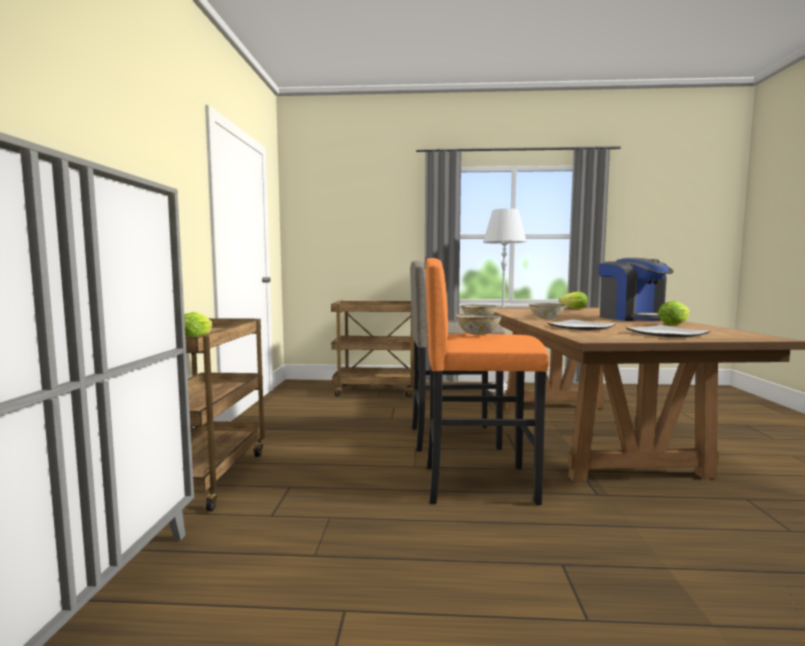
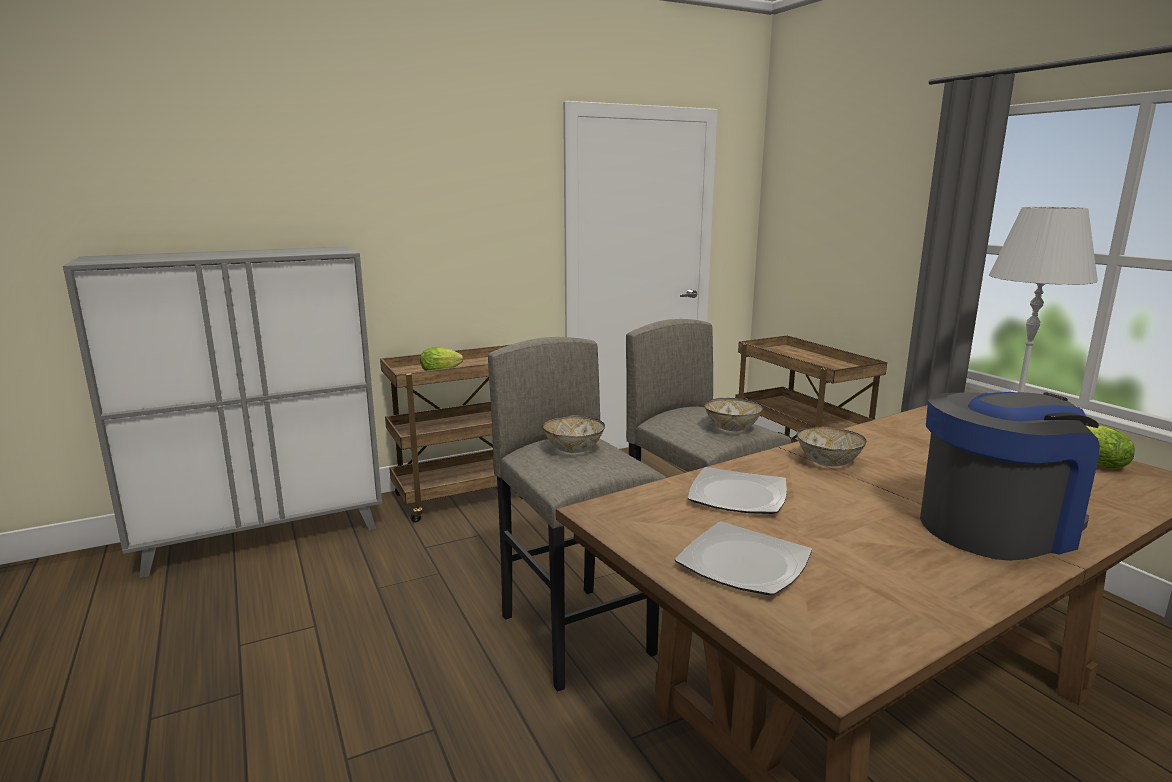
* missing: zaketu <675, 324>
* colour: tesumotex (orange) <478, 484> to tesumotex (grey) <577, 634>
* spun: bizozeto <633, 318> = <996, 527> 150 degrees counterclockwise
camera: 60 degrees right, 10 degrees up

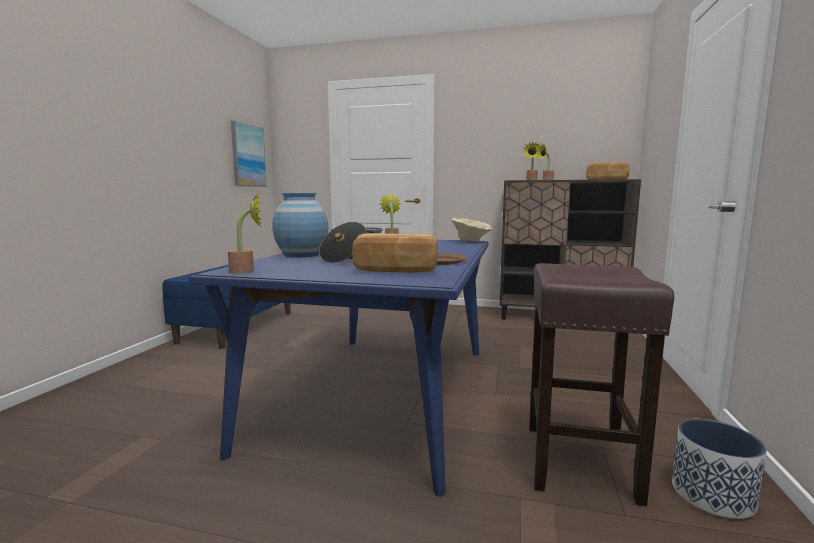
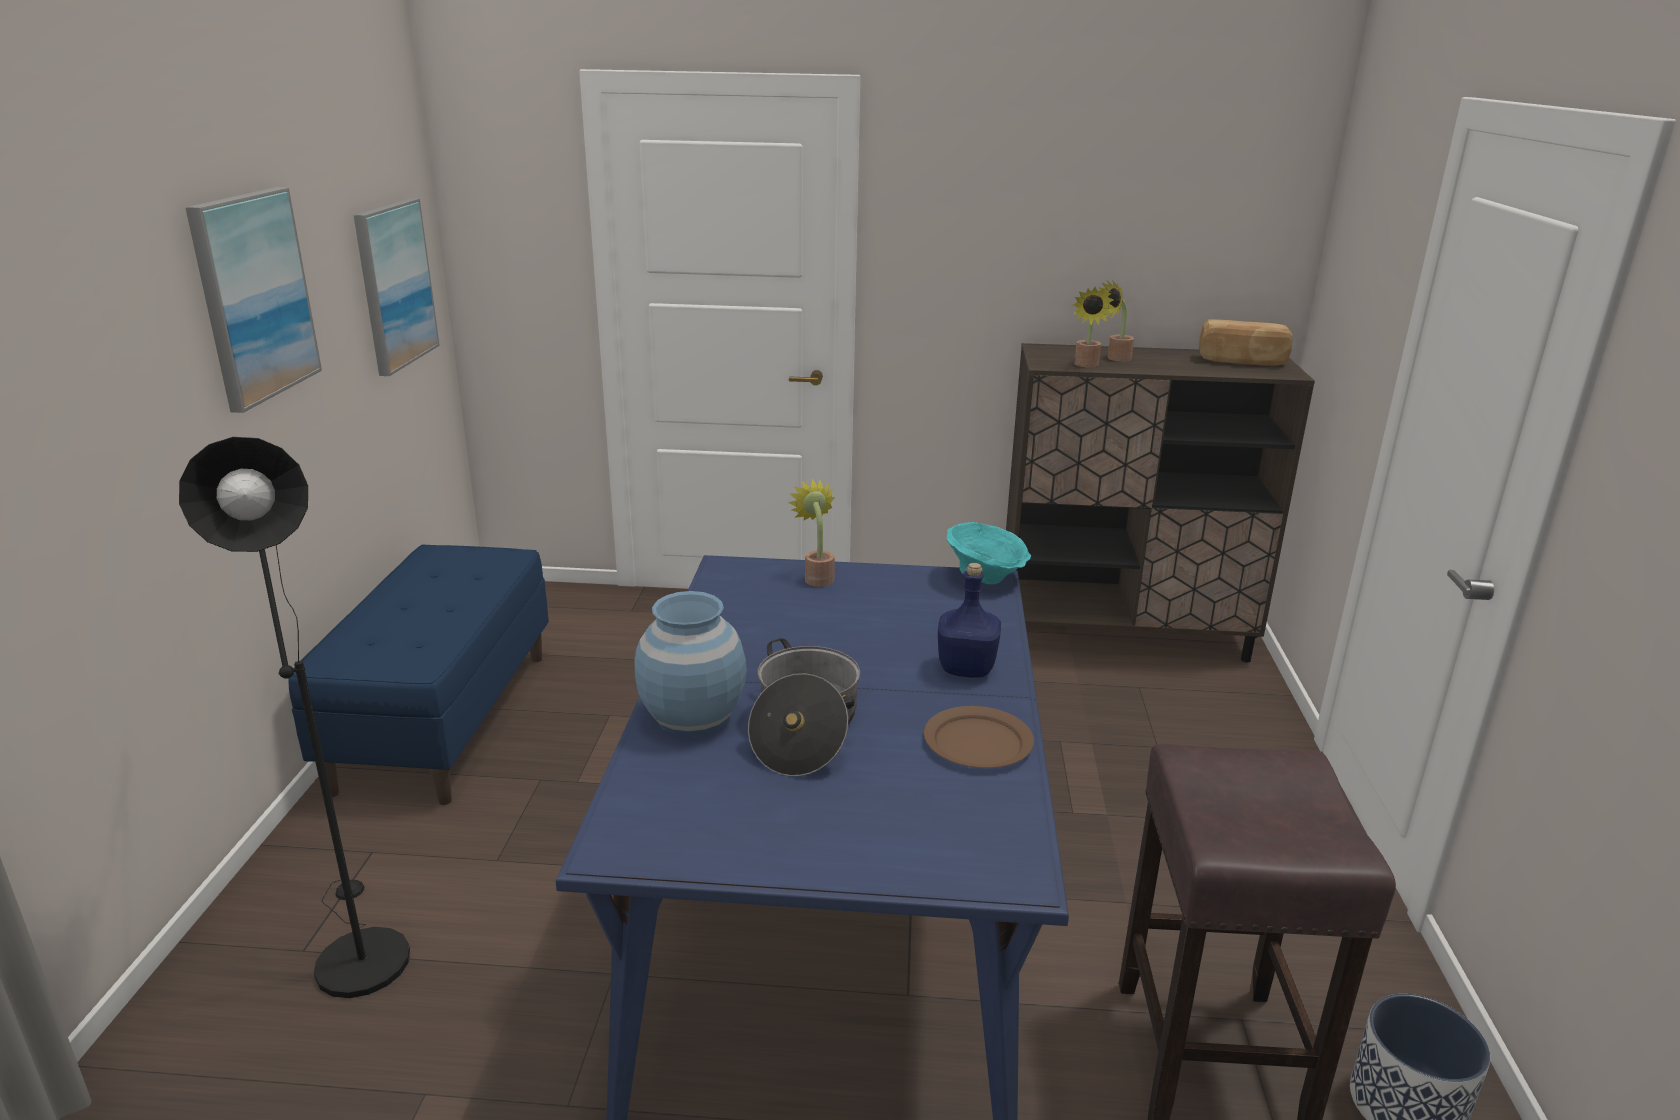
* missing: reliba <247, 271>
* missing: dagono <395, 271>
* appeared: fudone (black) <357, 952>
* appeared: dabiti <253, 296>
* appeared: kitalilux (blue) <966, 670>
* colour: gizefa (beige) <471, 241> to gizefa (turquoise) <985, 578>
camera: 10 degrees left, 15 degrees up

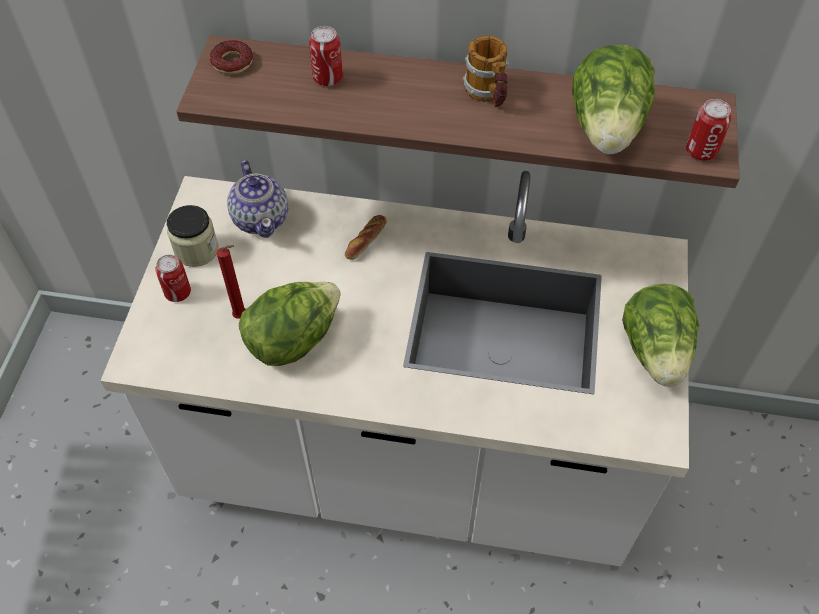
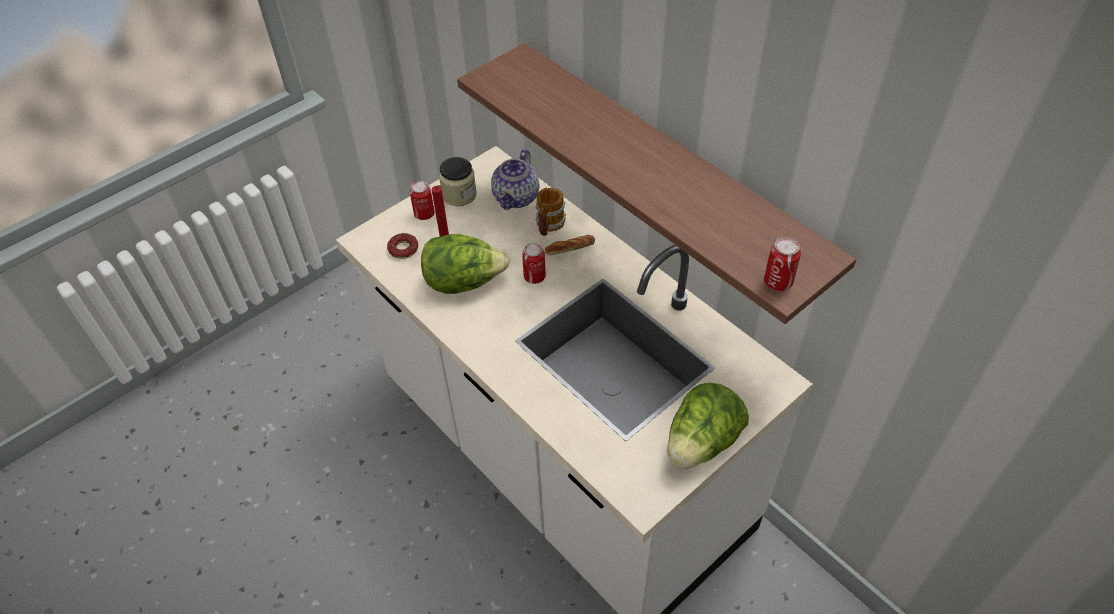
* missing: zaketu <607, 129>
* relocated: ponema <232, 62> to <403, 249>
* relocated: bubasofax <328, 78> to <534, 277>
* relocated: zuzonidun <488, 94> to <548, 226>
camera: 40 degrees right, 5 degrees down

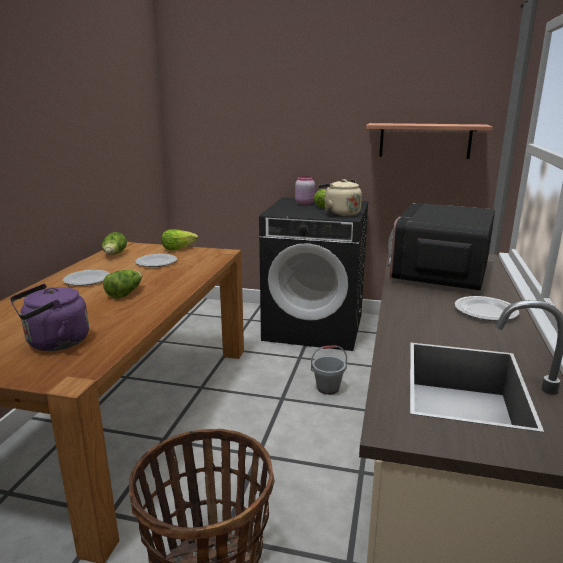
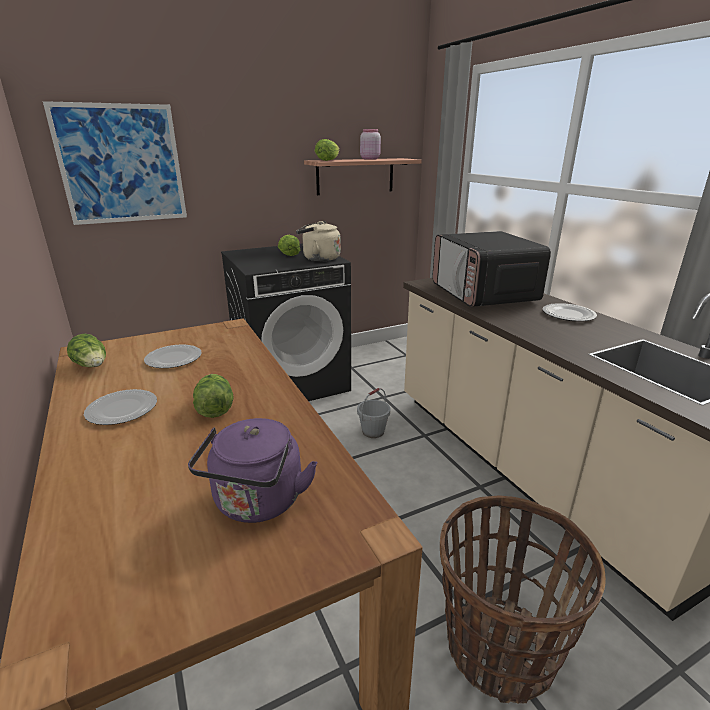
* appeared: dabiti <121, 164>
* relocated: zaketu <178, 248> to <328, 160>
* relocated: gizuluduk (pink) <304, 203> to <369, 159>
camera: 40 degrees left, 5 degrees up

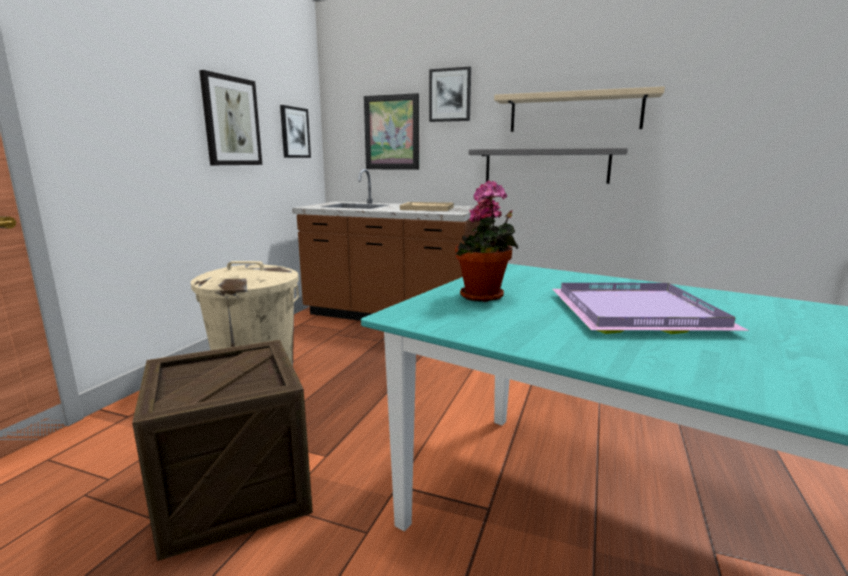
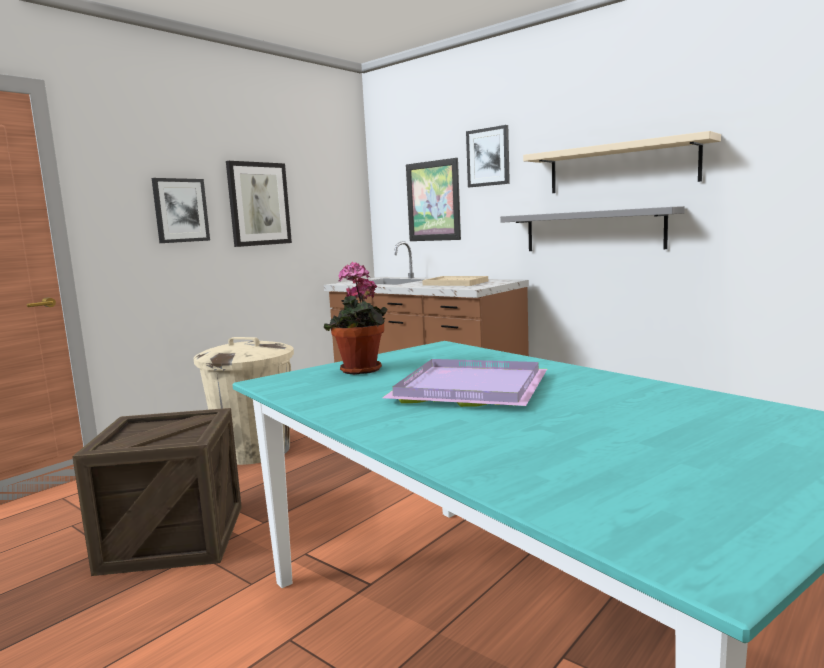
* relocated: dabiti <294, 132> to <180, 210>
camera: 20 degrees right, 5 degrees down

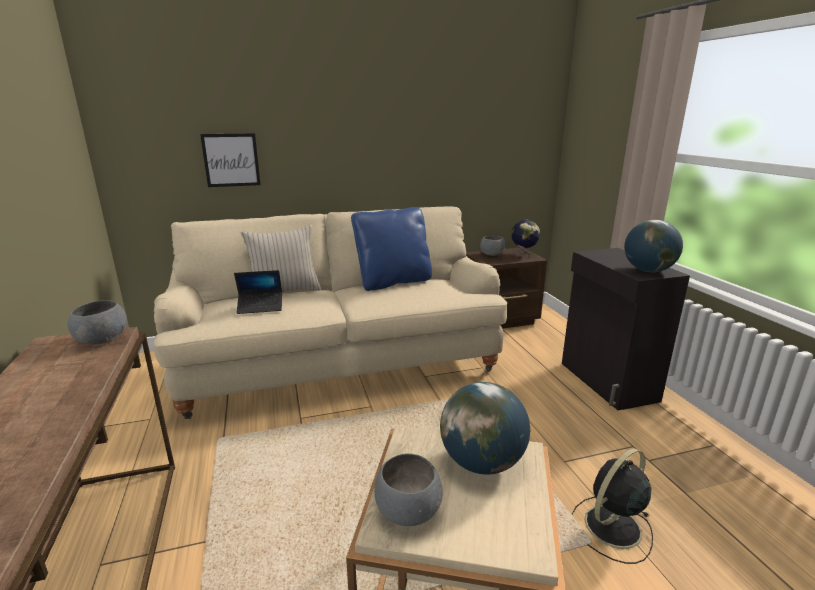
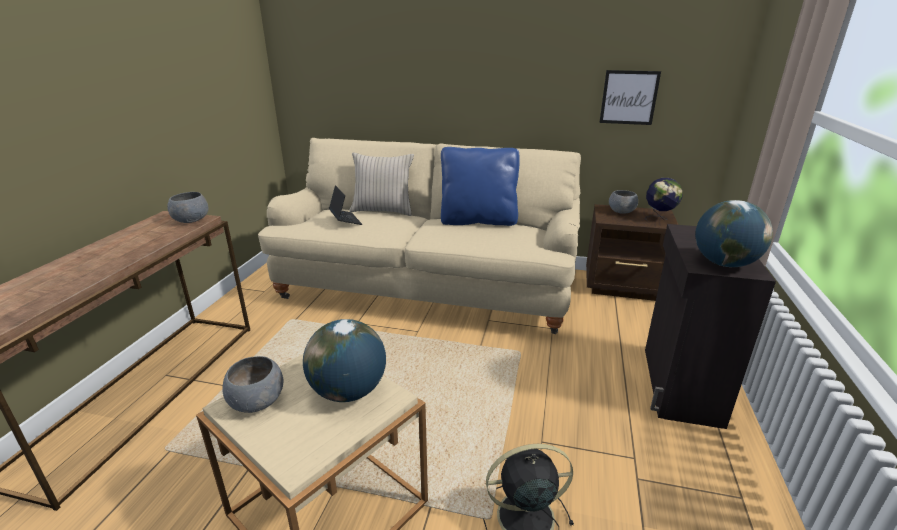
* relocated: dabiti <231, 160> to <629, 97>
* spun: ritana <260, 307> = <345, 220> 135 degrees counterclockwise
camera: 30 degrees right, 5 degrees up

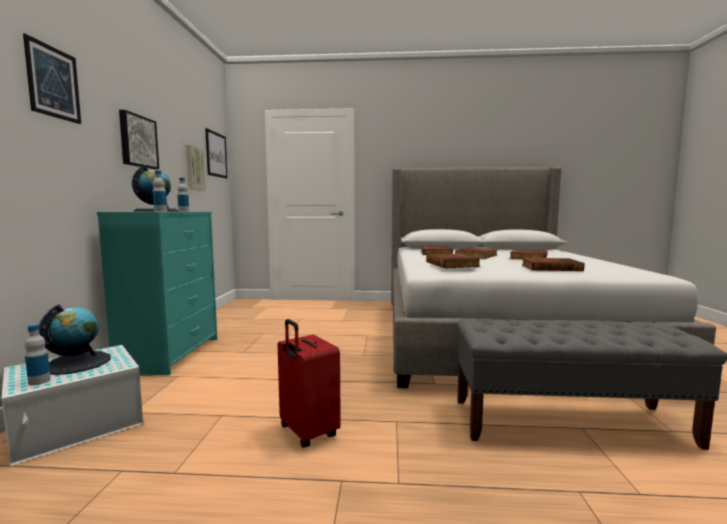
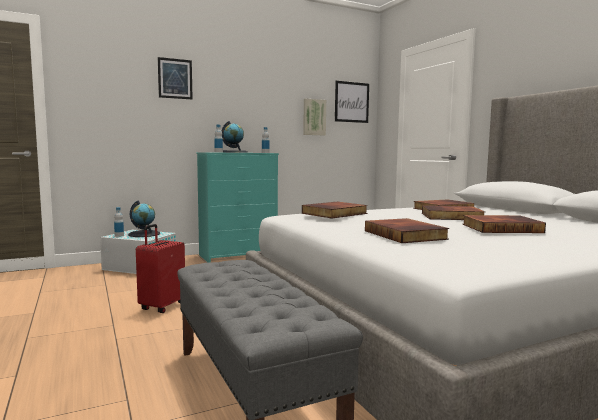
* missing: dabiti <137, 141>
camera: 60 degrees right, 0 degrees up

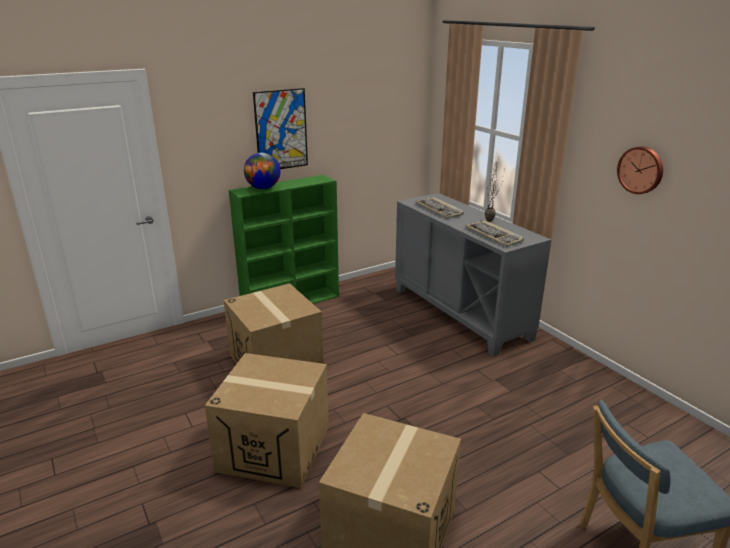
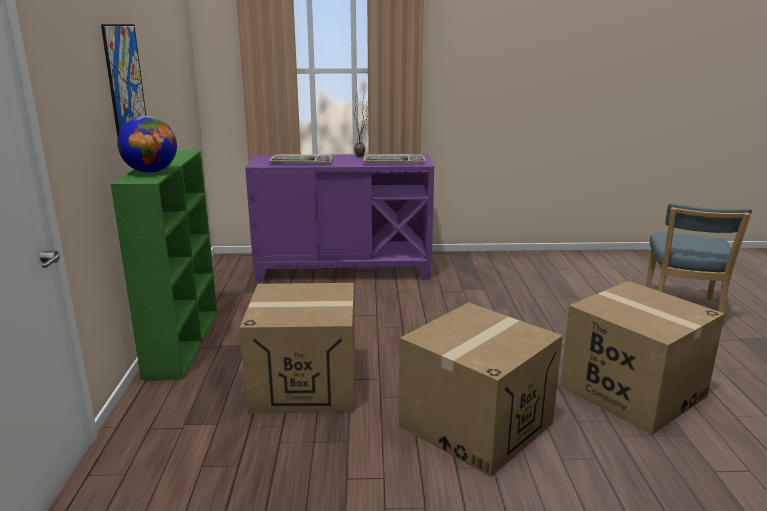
* missing: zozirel <641, 170>
* colour: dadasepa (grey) <460, 313> to dadasepa (purple) <344, 269>
camera: 60 degrees left, 5 degrees down

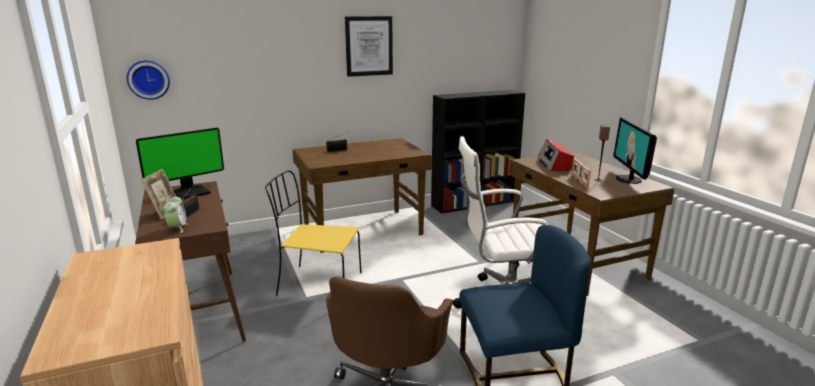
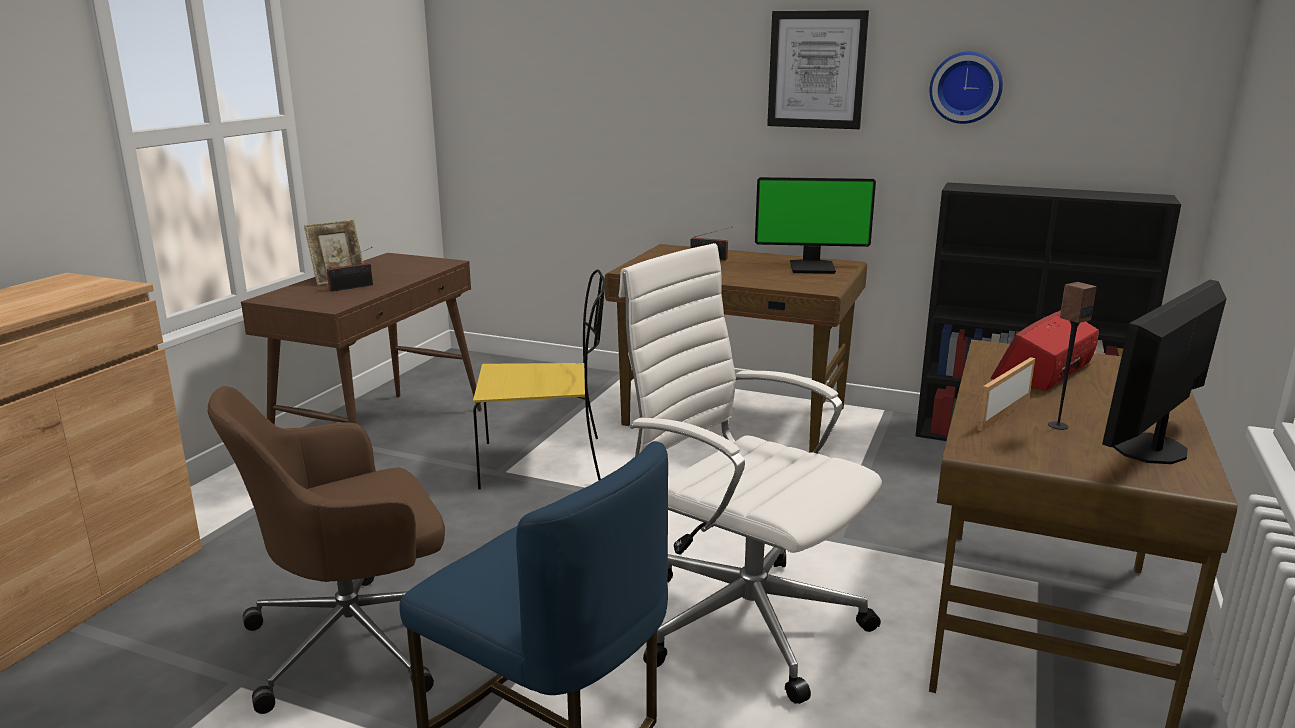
* missing: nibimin <177, 228>
* relocated: zozirel <148, 79> to <966, 87>
* relocated: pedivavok <191, 192> to <812, 267>
* spun: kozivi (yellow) <318, 284> = <545, 462> 120 degrees clockwise
camera: 45 degrees right, 0 degrees up

